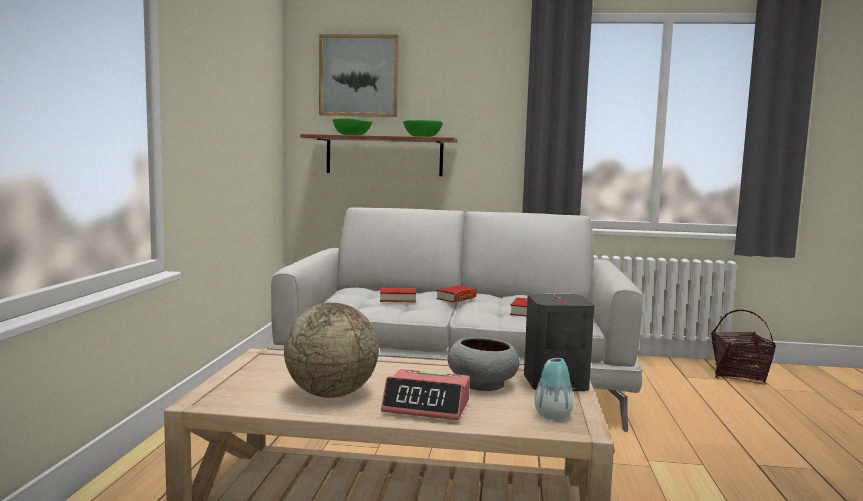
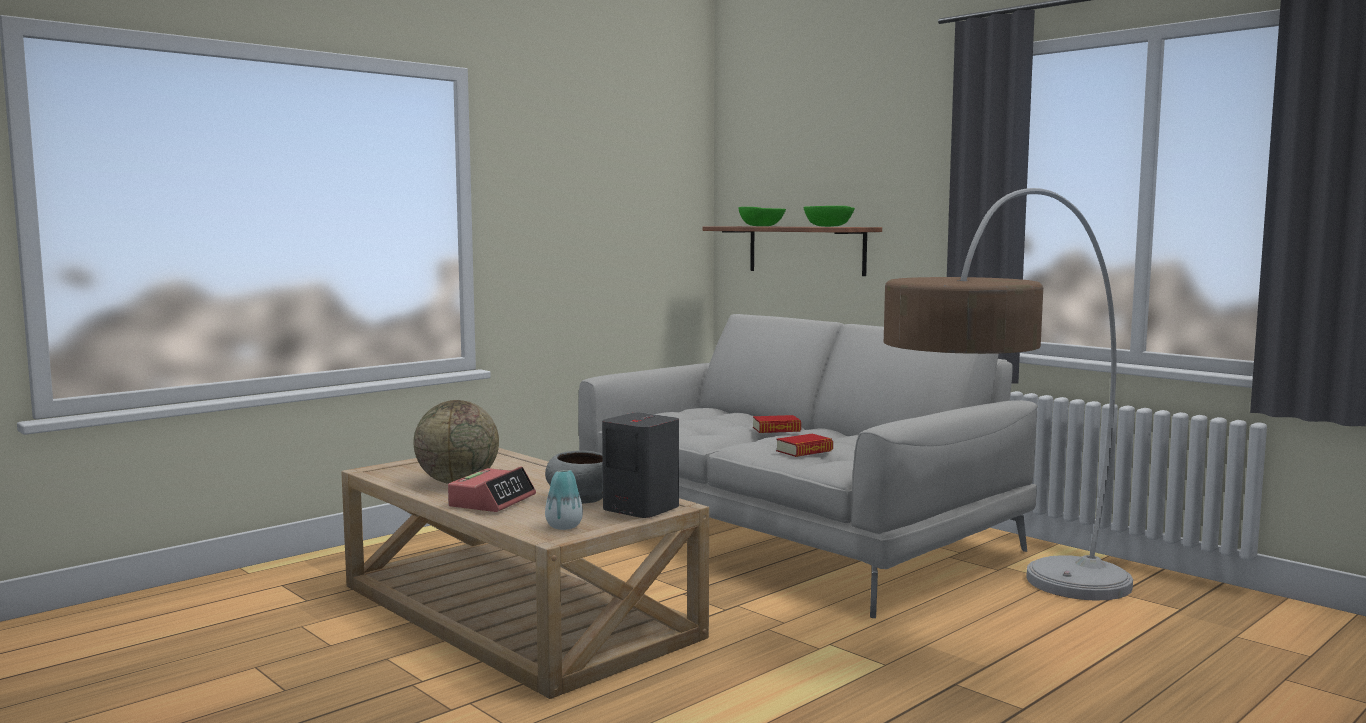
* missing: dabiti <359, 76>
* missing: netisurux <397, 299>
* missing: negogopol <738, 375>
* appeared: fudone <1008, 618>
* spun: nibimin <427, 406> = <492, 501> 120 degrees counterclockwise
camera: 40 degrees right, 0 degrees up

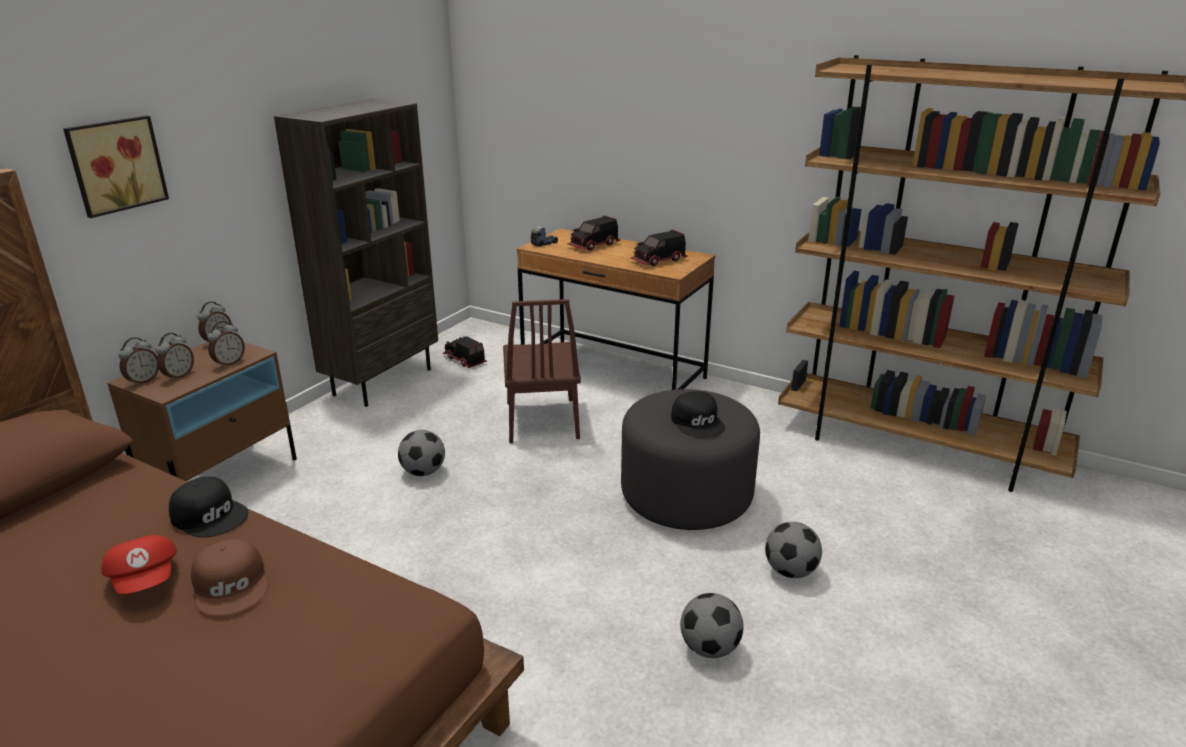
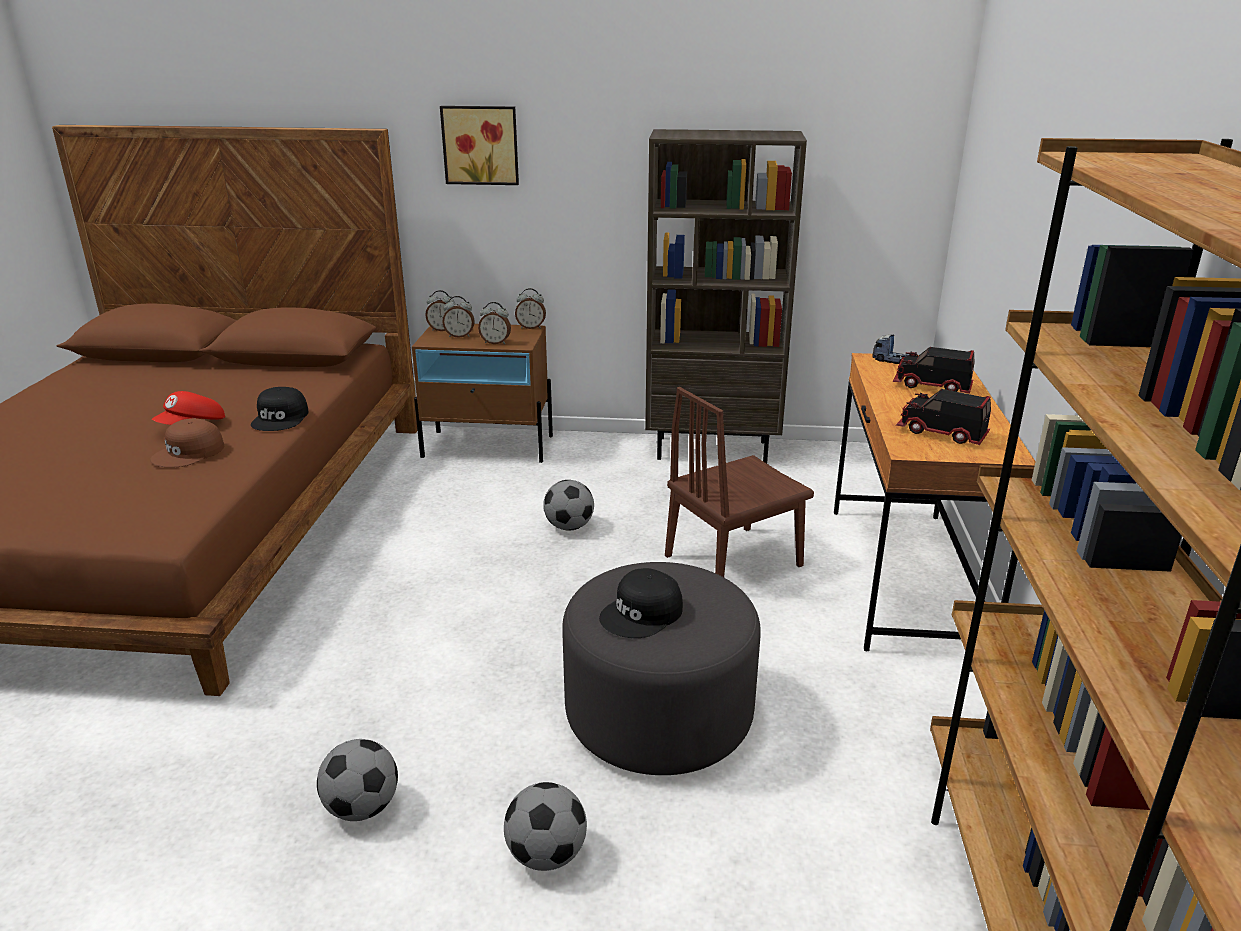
* missing: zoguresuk <464, 360>
camera: 65 degrees right, 0 degrees up

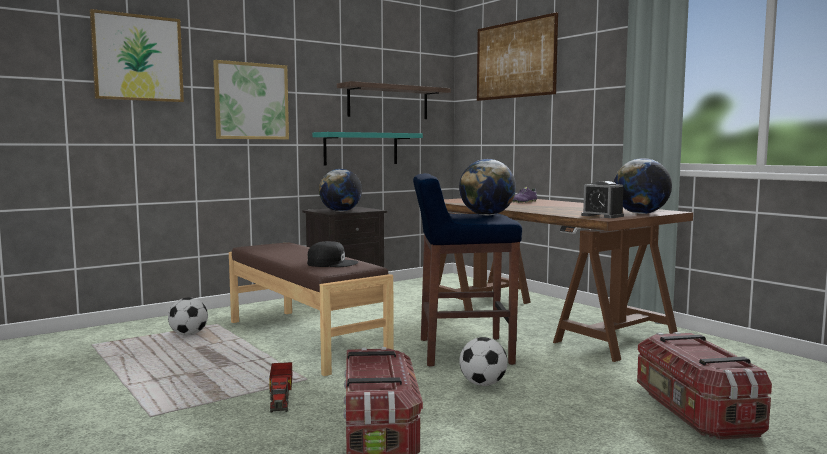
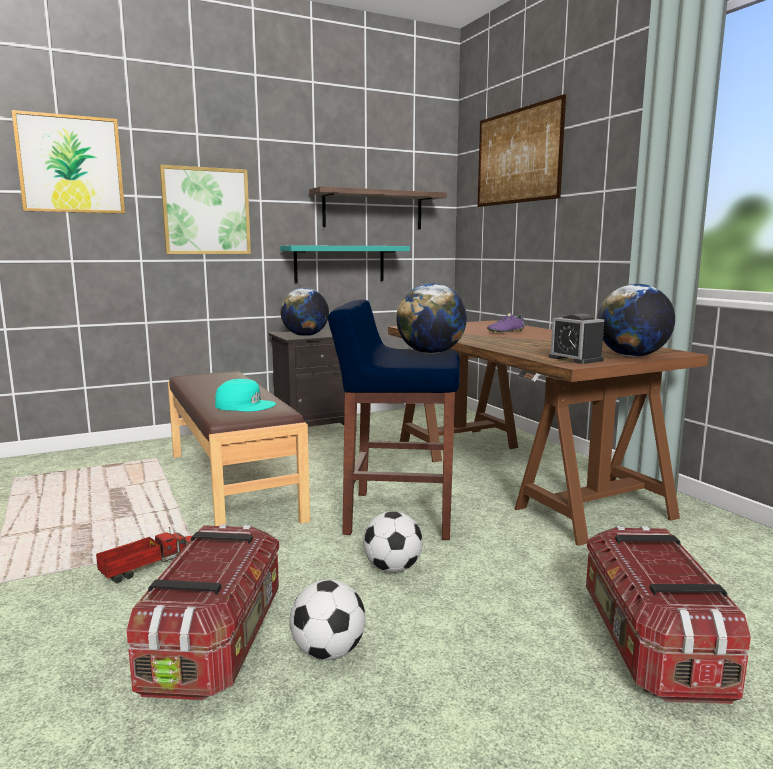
* relocated: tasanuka <188, 334> to <328, 652>
* colour: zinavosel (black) <332, 263> to zinavosel (turquoise) <245, 405>
* spun: zoguresuk <281, 395> = <149, 566> 135 degrees counterclockwise
camera: 10 degrees right, 5 degrees up

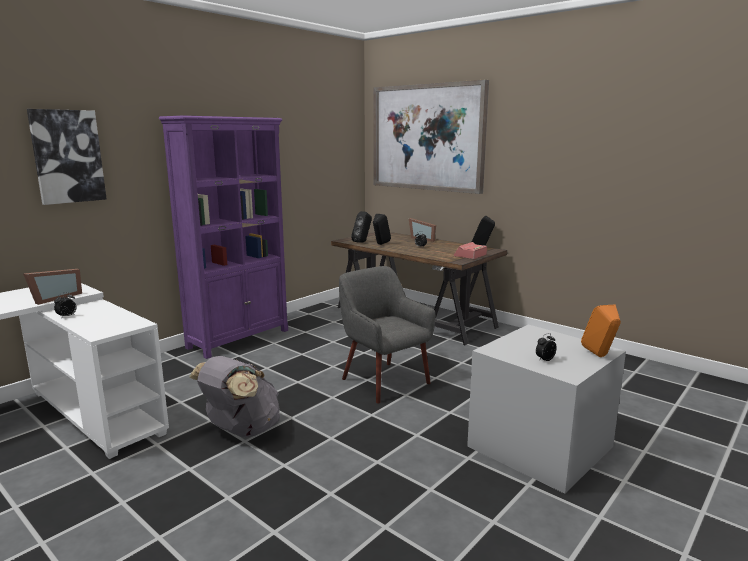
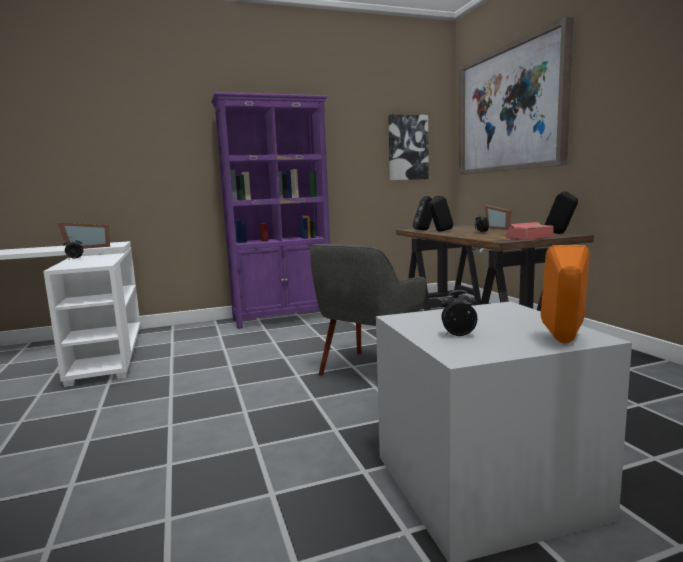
* missing: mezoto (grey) <241, 430>
* relocated: dabiti <67, 156> to <407, 147>
* spun: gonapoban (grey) <384, 381> = <369, 370> 135 degrees counterclockwise
camera: 30 degrees right, 5 degrees down

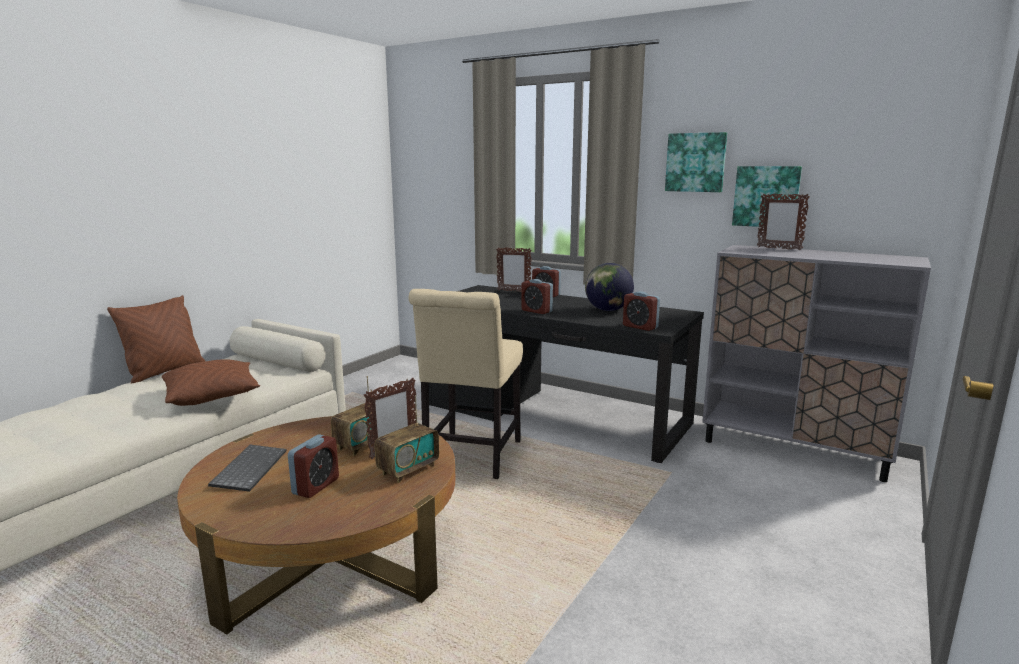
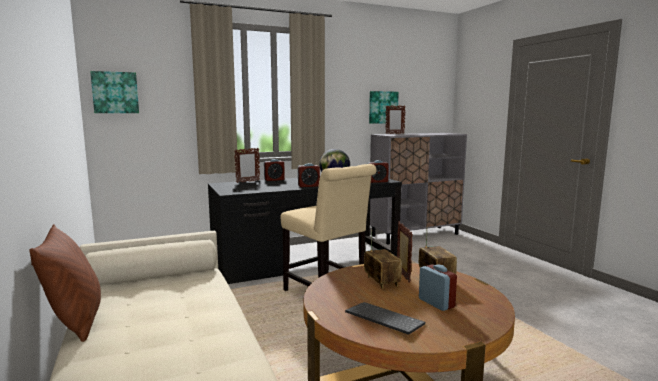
* missing: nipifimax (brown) <212, 396>
* relocated: dabiti <696, 162> to <115, 92>
camera: 55 degrees left, 5 degrees down

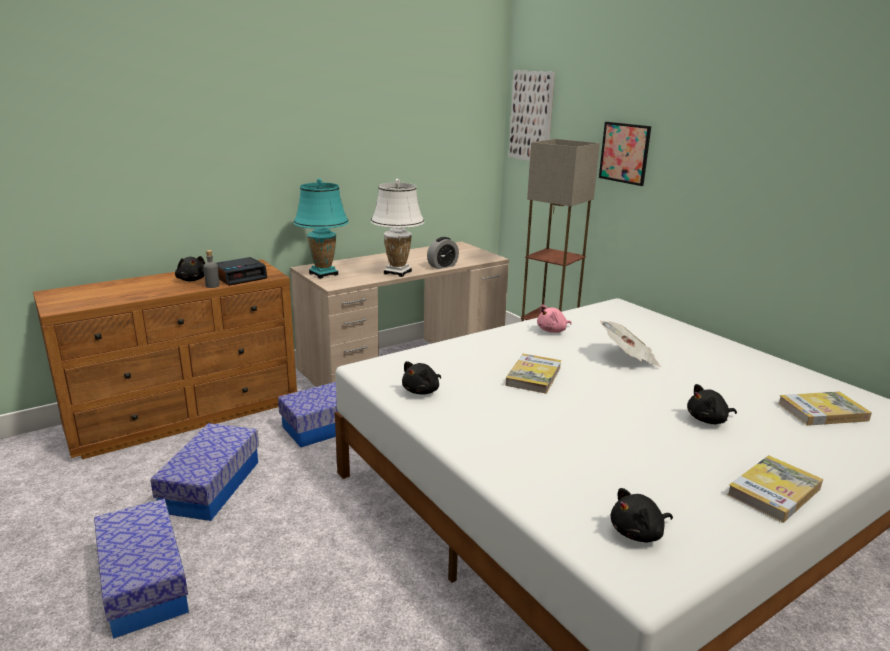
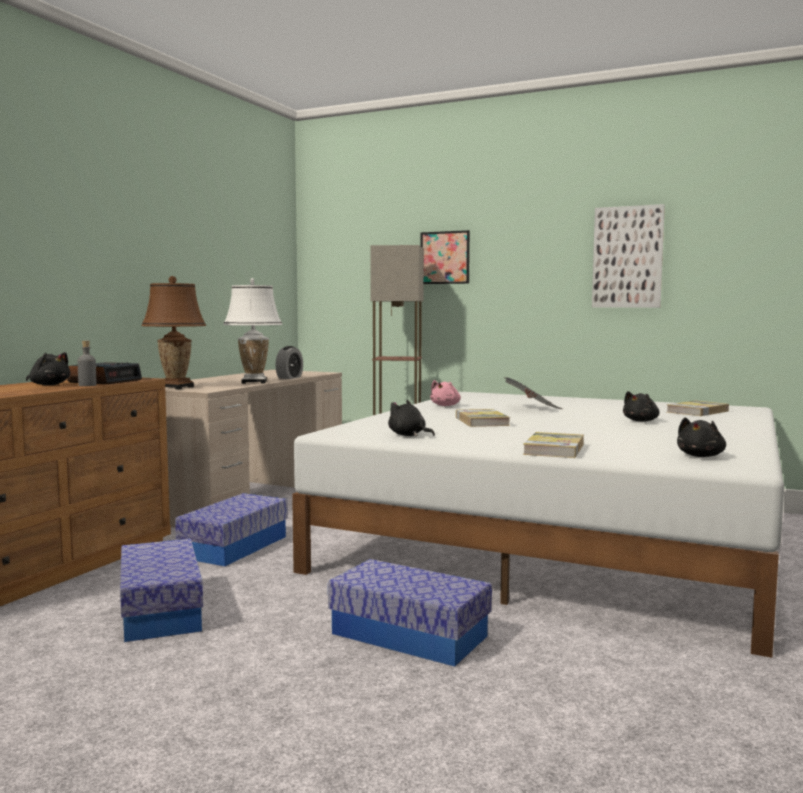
* relocated: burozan <143, 582> to <409, 635>
* relocated: dabiti <531, 116> to <627, 257>
* relocated: netisurux <774, 491> to <554, 449>
* colour: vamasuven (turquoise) <323, 274> to vamasuven (brown) <175, 387>
* spun: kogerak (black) <422, 391> = <408, 435> 120 degrees clockwise
camera: 30 degrees left, 15 degrees down

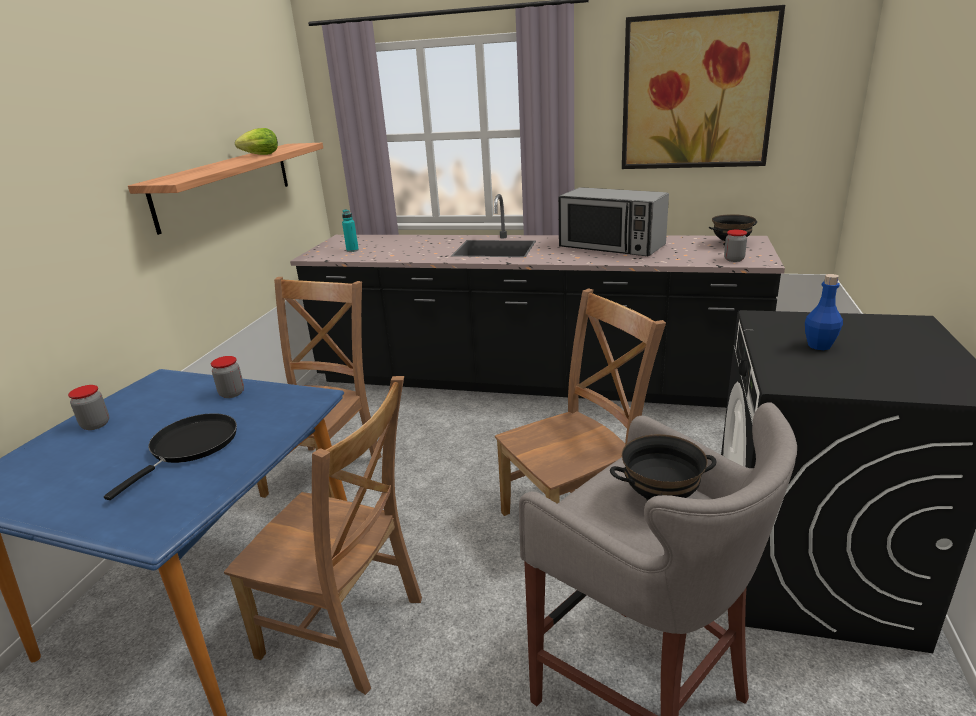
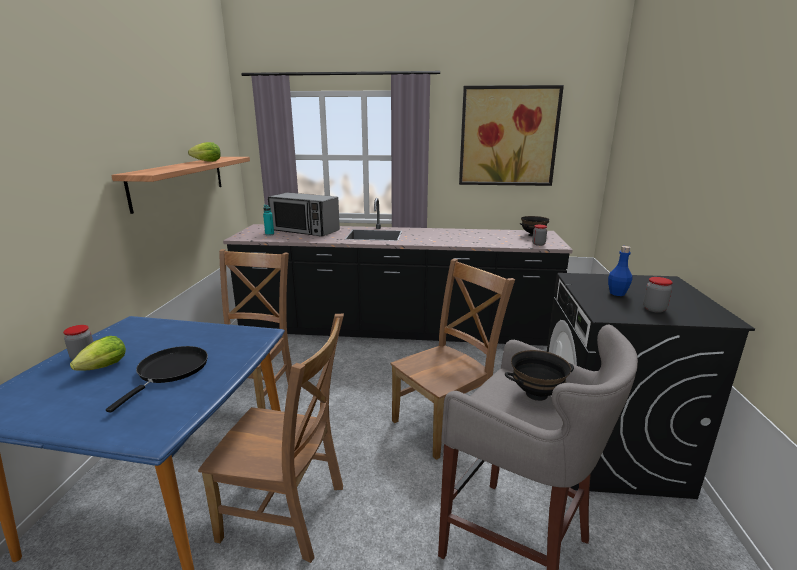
* appeared: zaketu <101, 368>
* relocated: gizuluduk <232, 393> to <654, 309>
* relocated: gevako <611, 247> to <305, 231>
camera: 10 degrees left, 5 degrees down

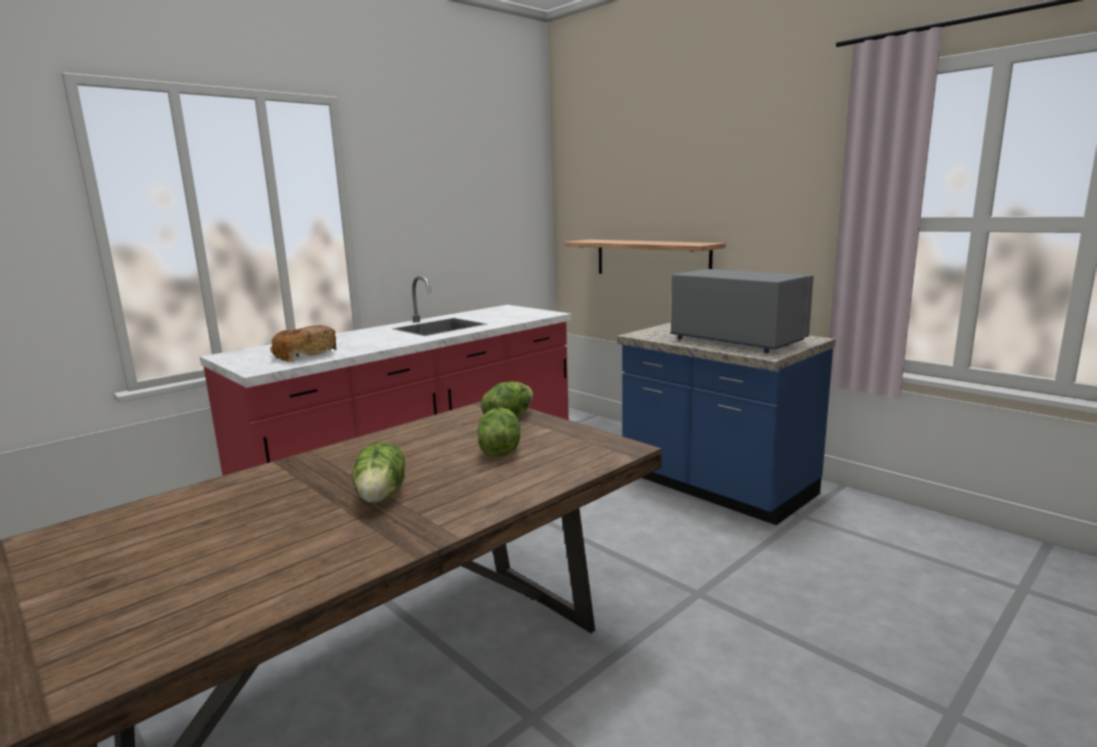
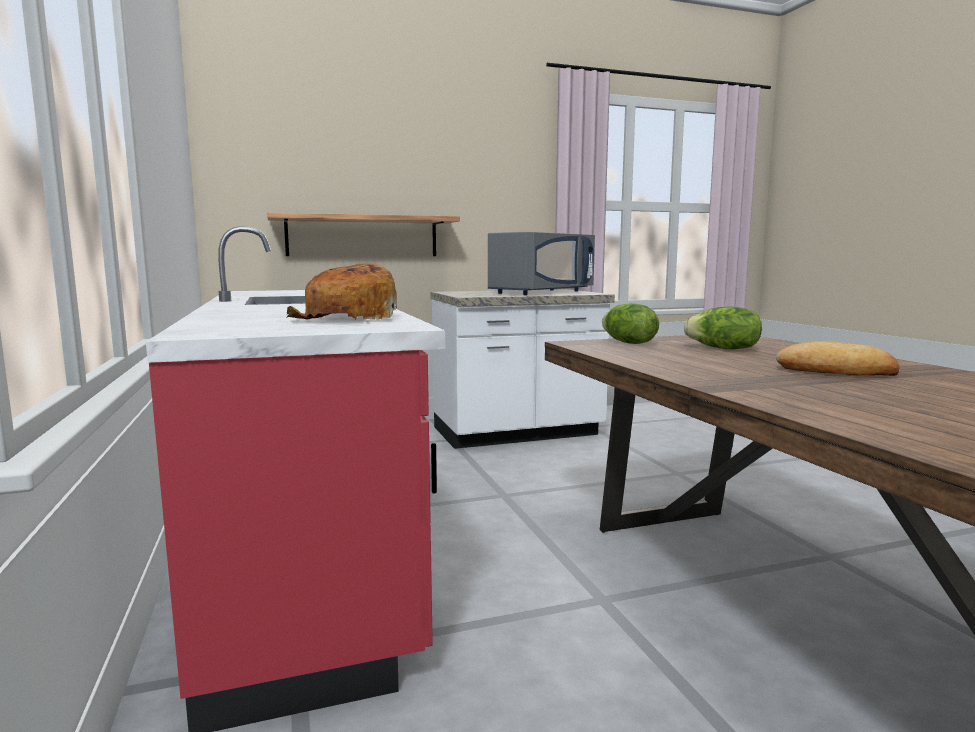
* exchanged: zaketu <382, 496> to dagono <836, 371>
* colour: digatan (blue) <716, 486> to digatan (white) <517, 433>
* spun: gevako (grey) <735, 341> = <541, 292> 150 degrees clockwise
camera: 65 degrees left, 5 degrees down

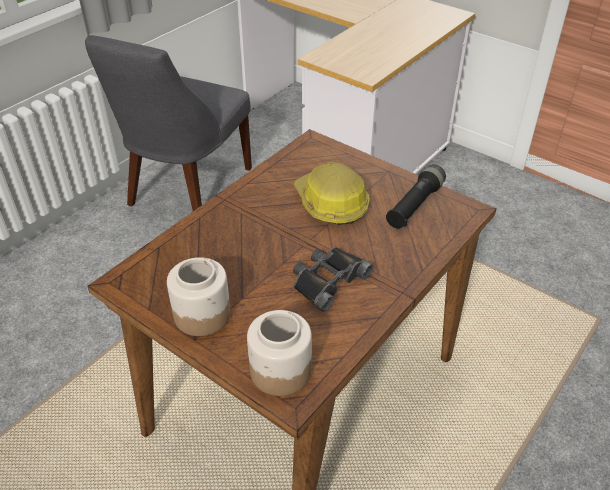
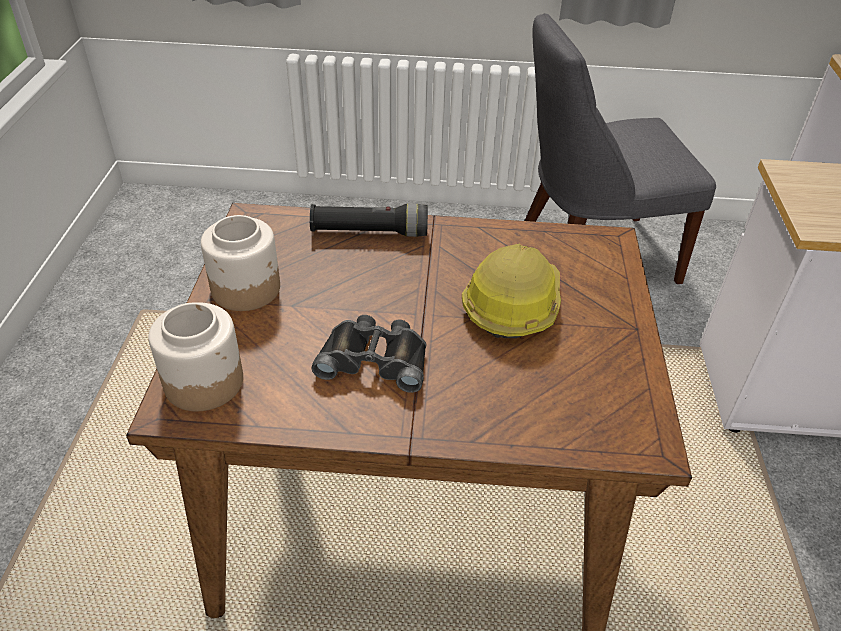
* relocated: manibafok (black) <414, 205> to <369, 232>
camera: 55 degrees right, 0 degrees up

